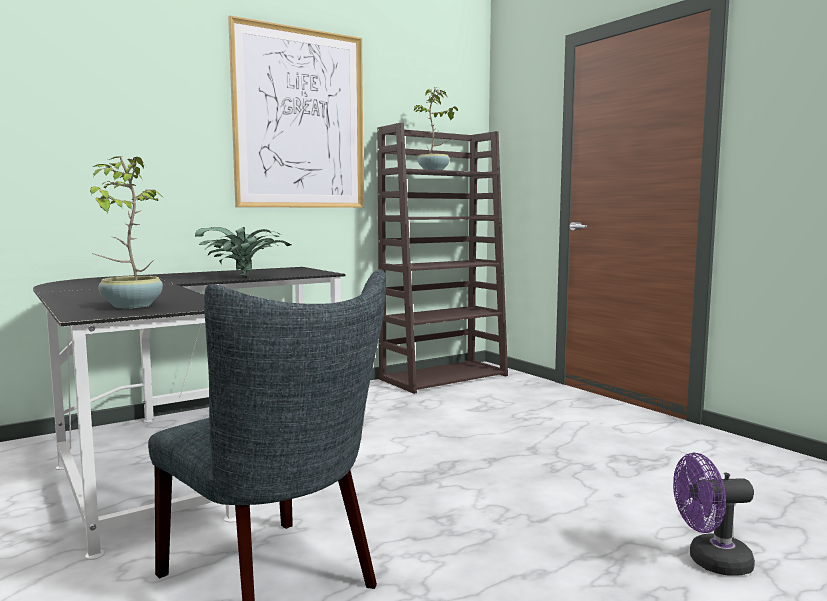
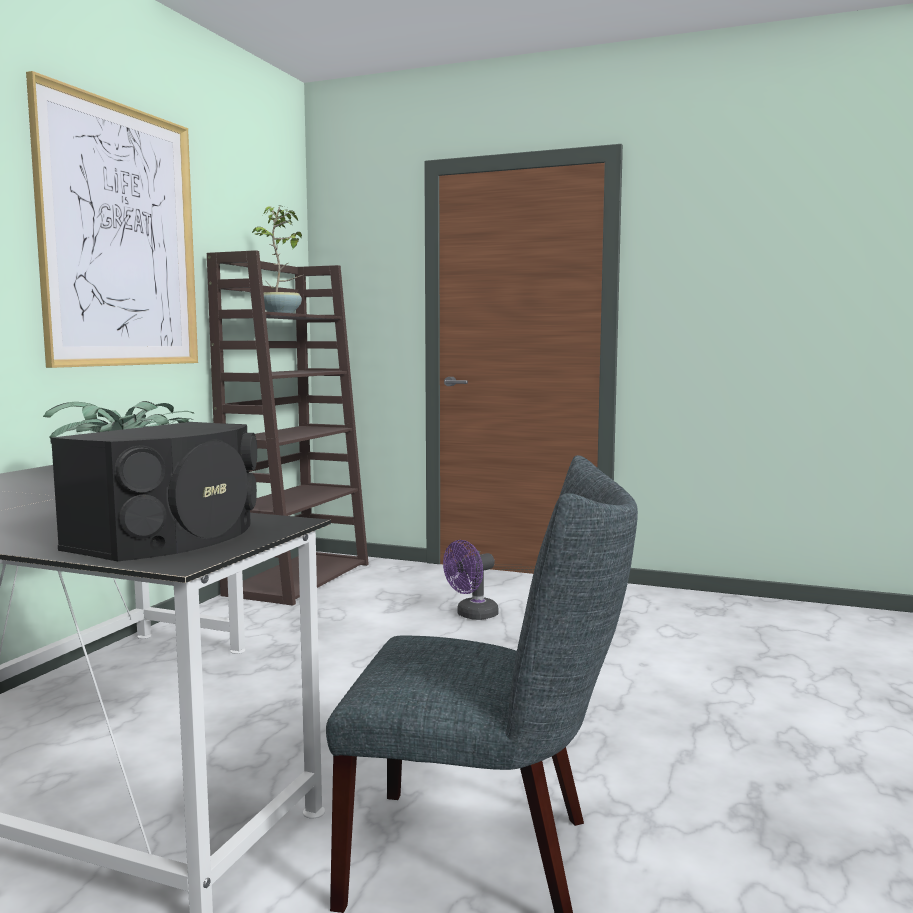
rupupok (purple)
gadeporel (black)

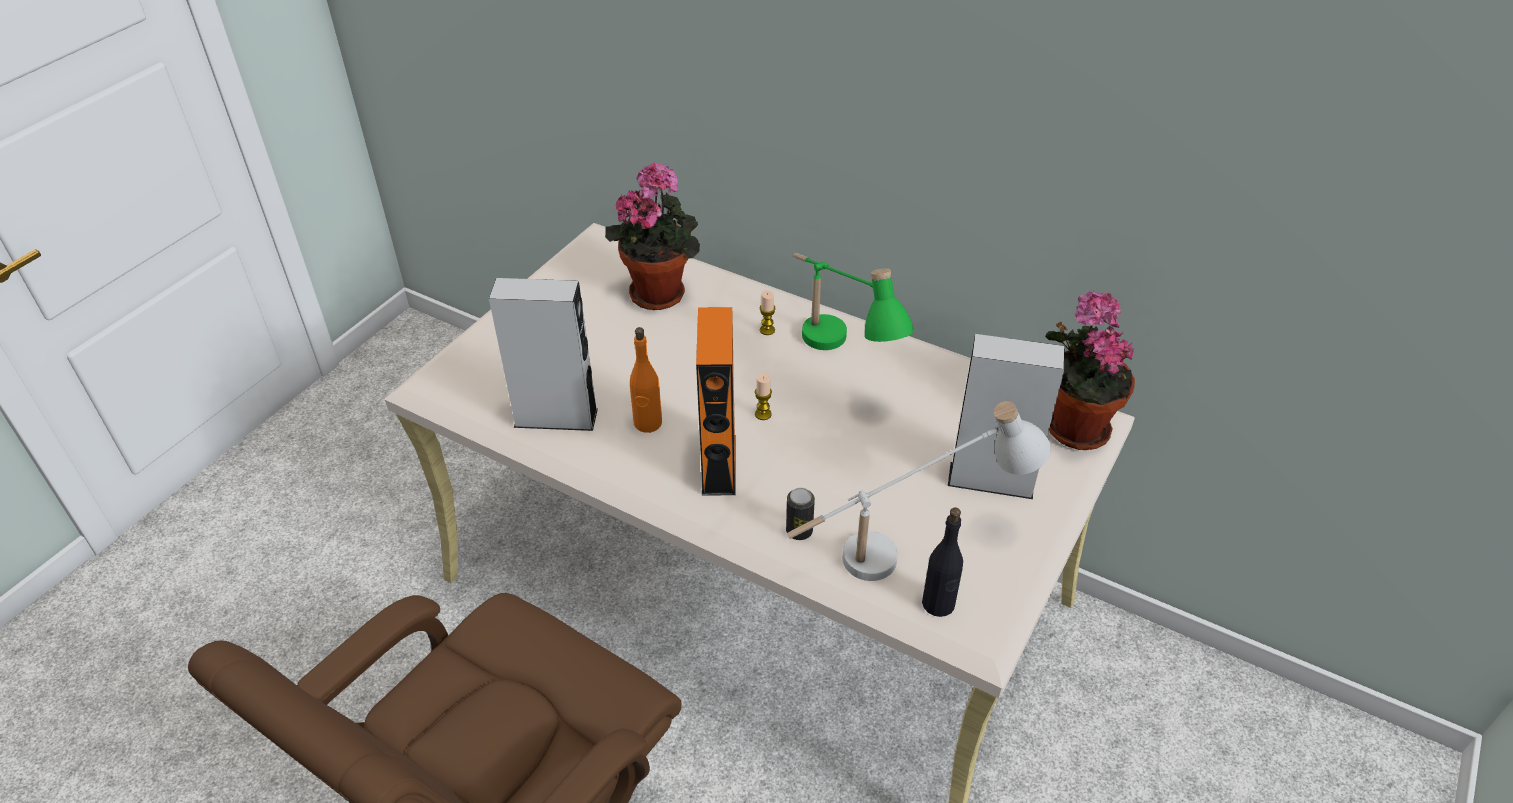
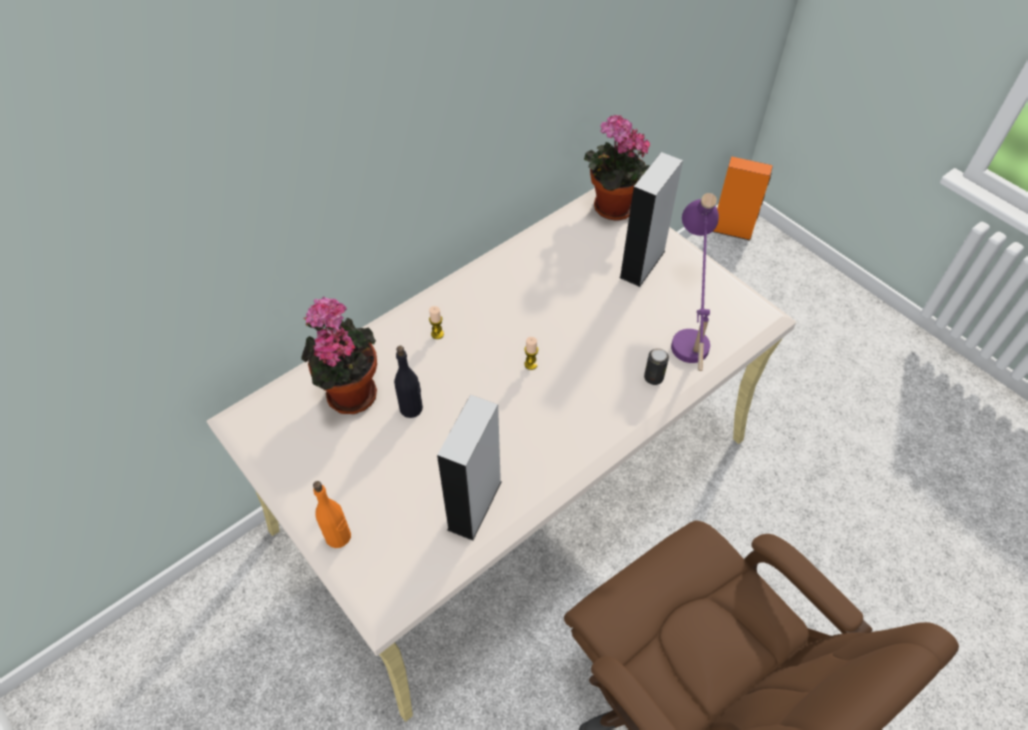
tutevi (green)
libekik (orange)
gadeporel (orange)
libekik (black)
tutevi (purple)

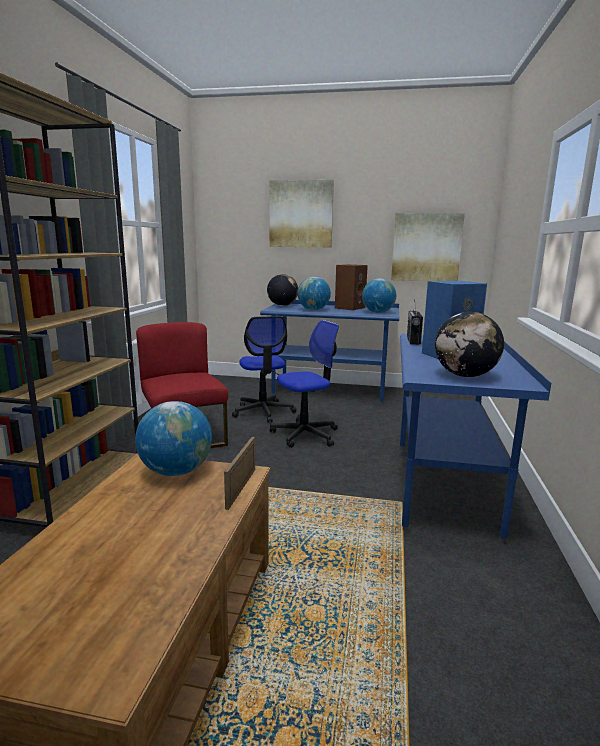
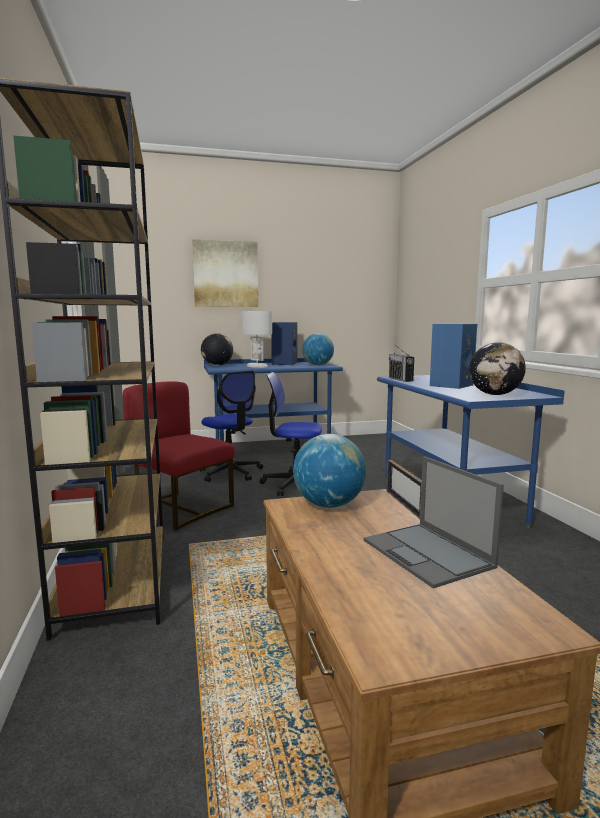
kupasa (2nd from left in the first image)
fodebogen
tutevi (white)
gadeporel (blue) (1st from left)
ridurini (2nd from left)

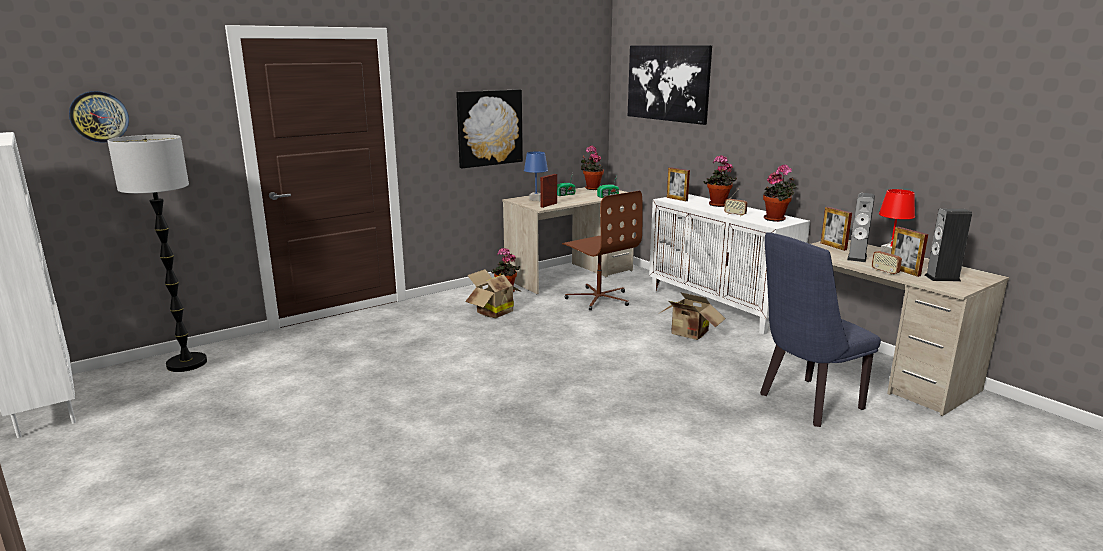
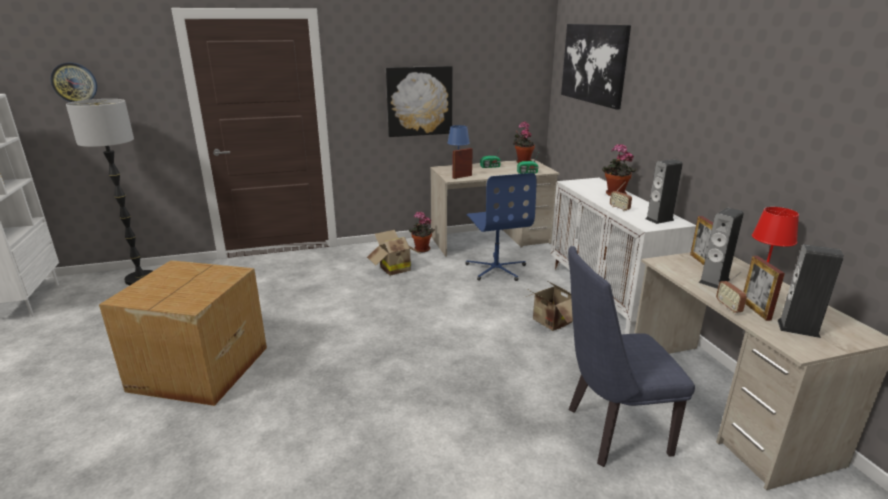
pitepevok (2nd from left in the first image)
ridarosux (1st from left)
gadeporel (1st from left)
ridurini (blue)

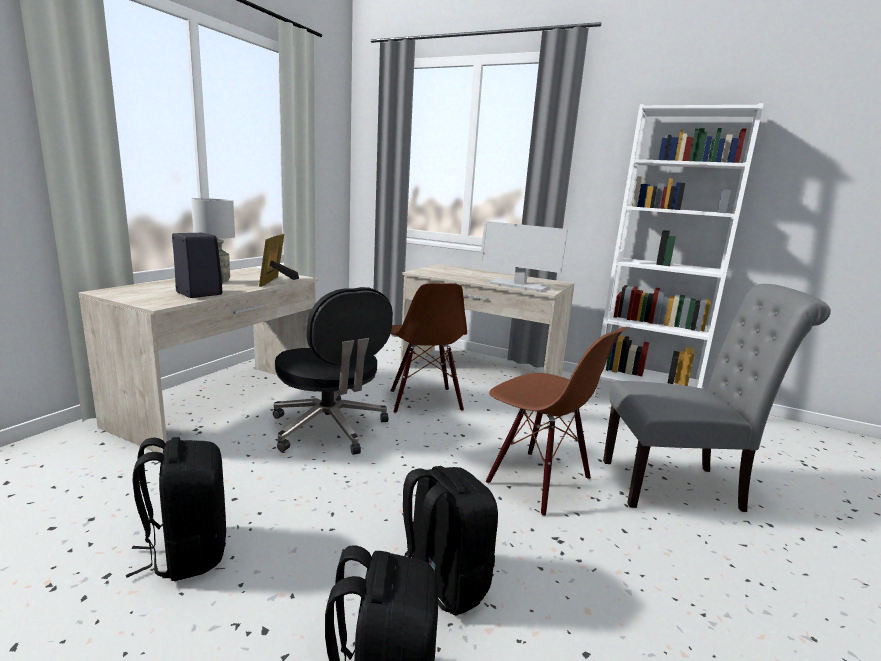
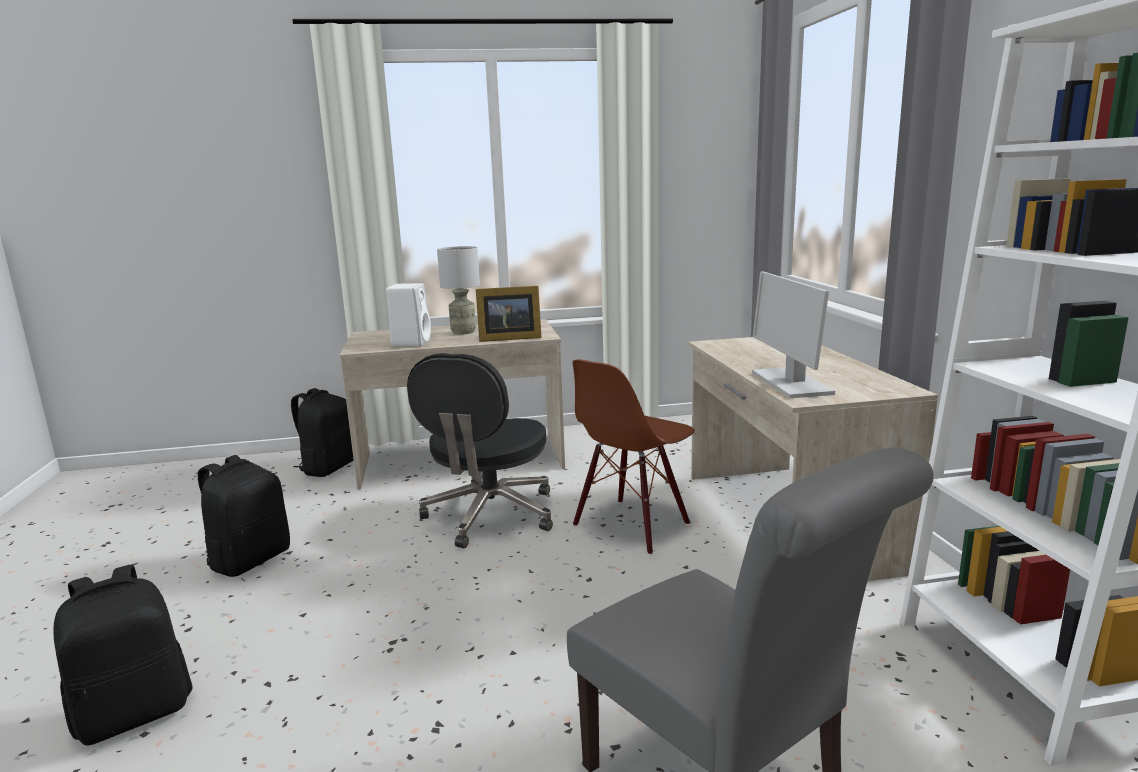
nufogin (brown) (2nd from left in the first image)
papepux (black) (3rd from left)
gadeporel (white)
pitepevok

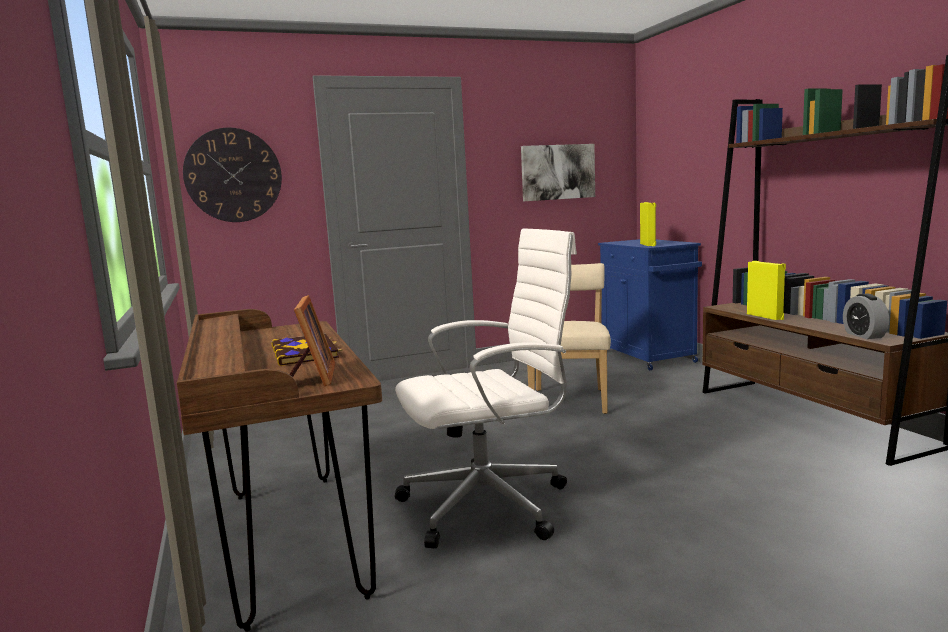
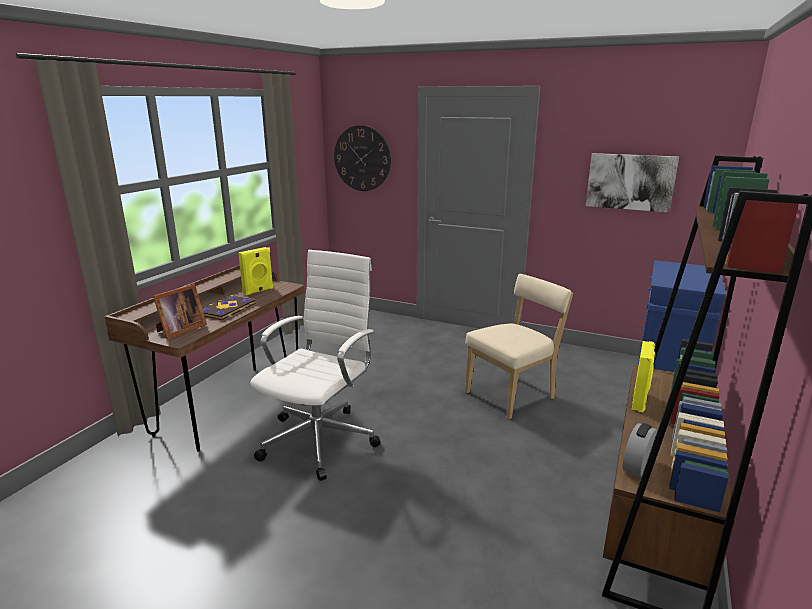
gadeporel (yellow) (1st from left)
ridurini (white)

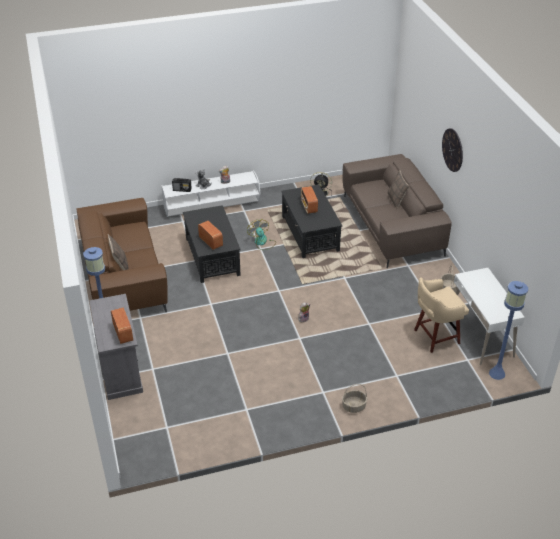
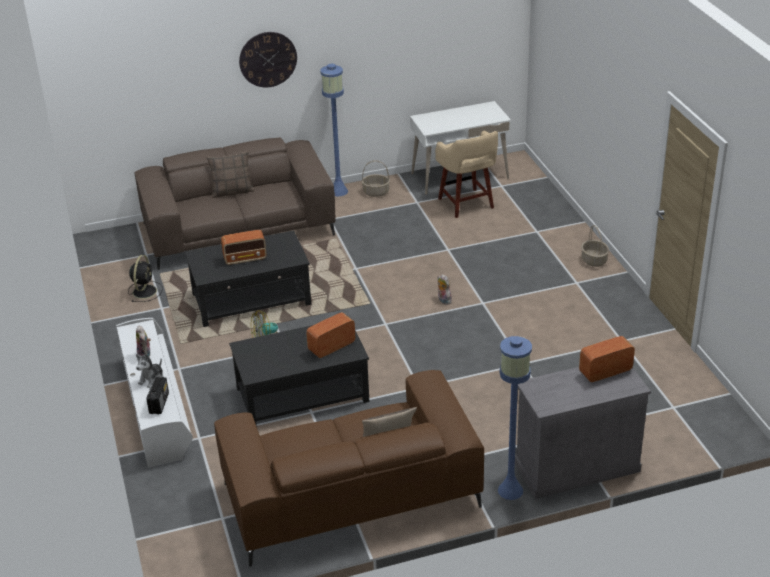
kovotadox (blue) (1st from left)

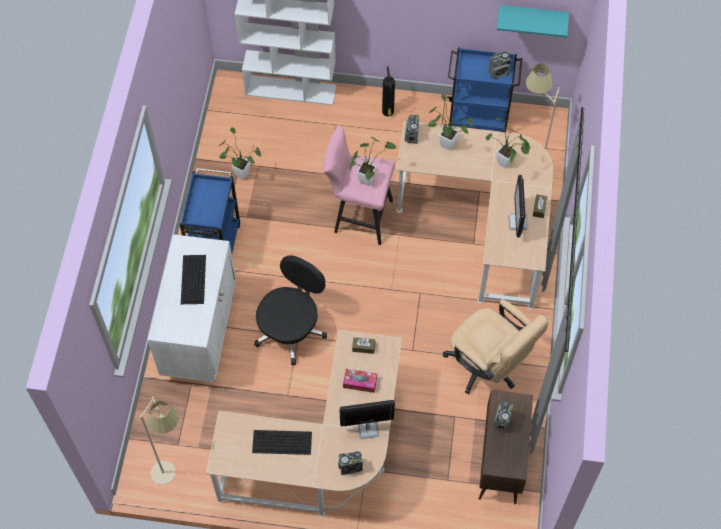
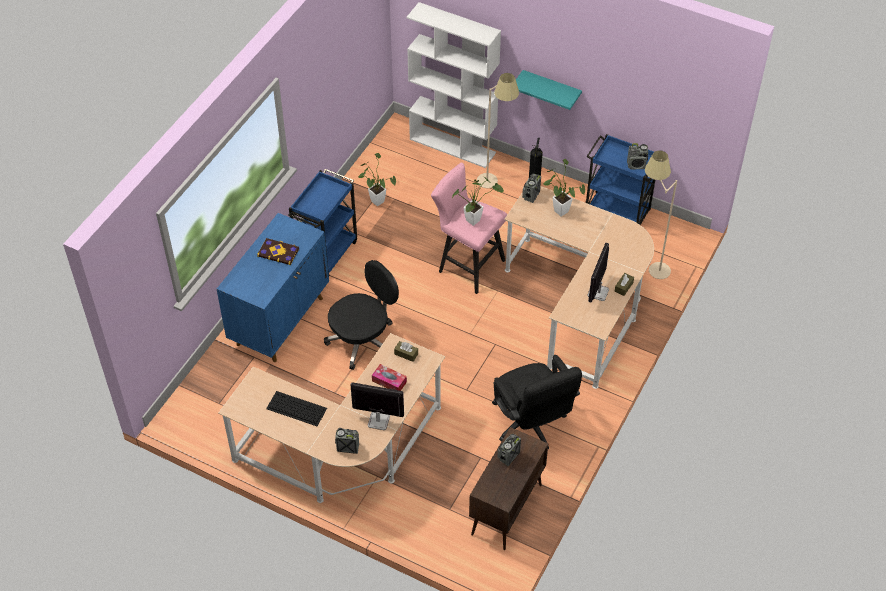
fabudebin (4th from left in the first image)
kovotadox (beige) (1st from left)
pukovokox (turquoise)
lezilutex
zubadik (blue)
ridurini (black) (2nd from left)

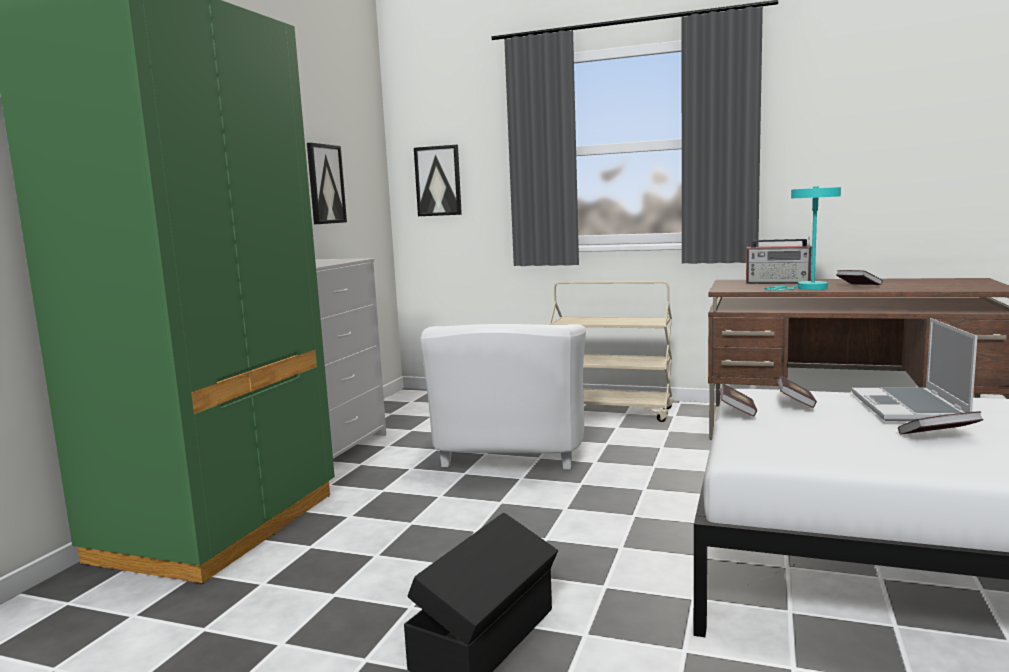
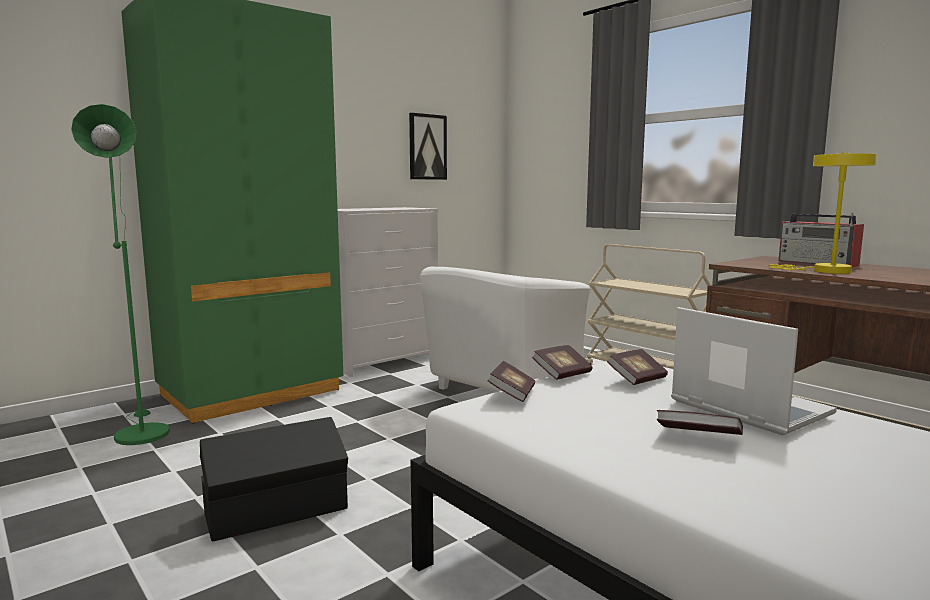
kupasa (2nd from left in the first image)
kovotadox (green)
lezilutex (1st from left)
tutevi (yellow)
fodebogen

